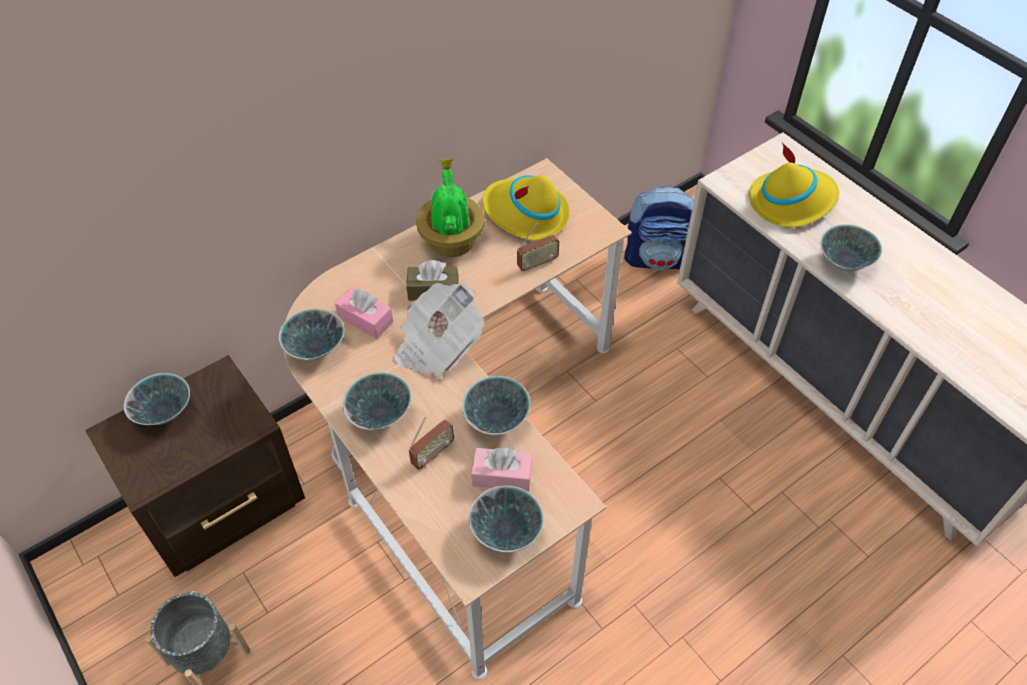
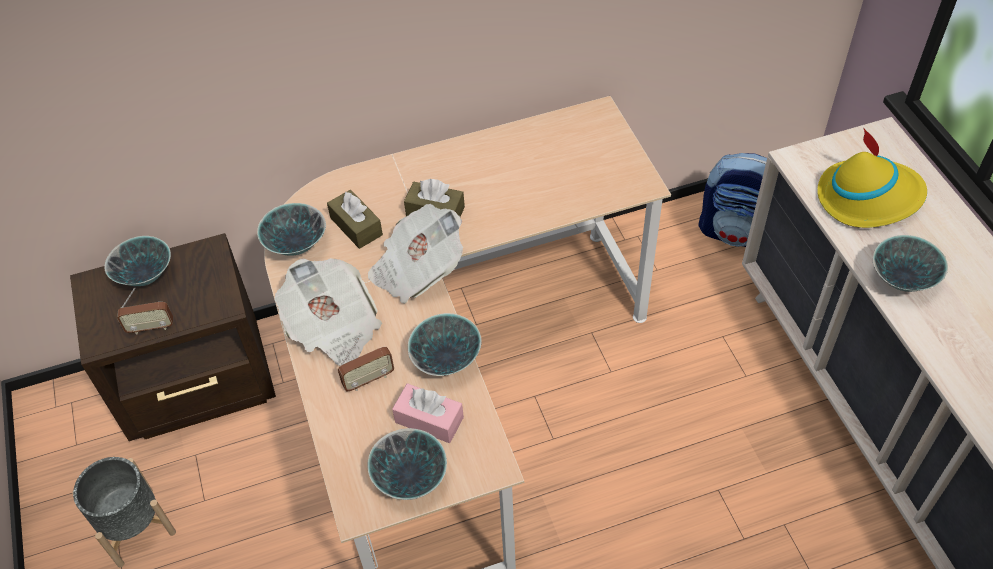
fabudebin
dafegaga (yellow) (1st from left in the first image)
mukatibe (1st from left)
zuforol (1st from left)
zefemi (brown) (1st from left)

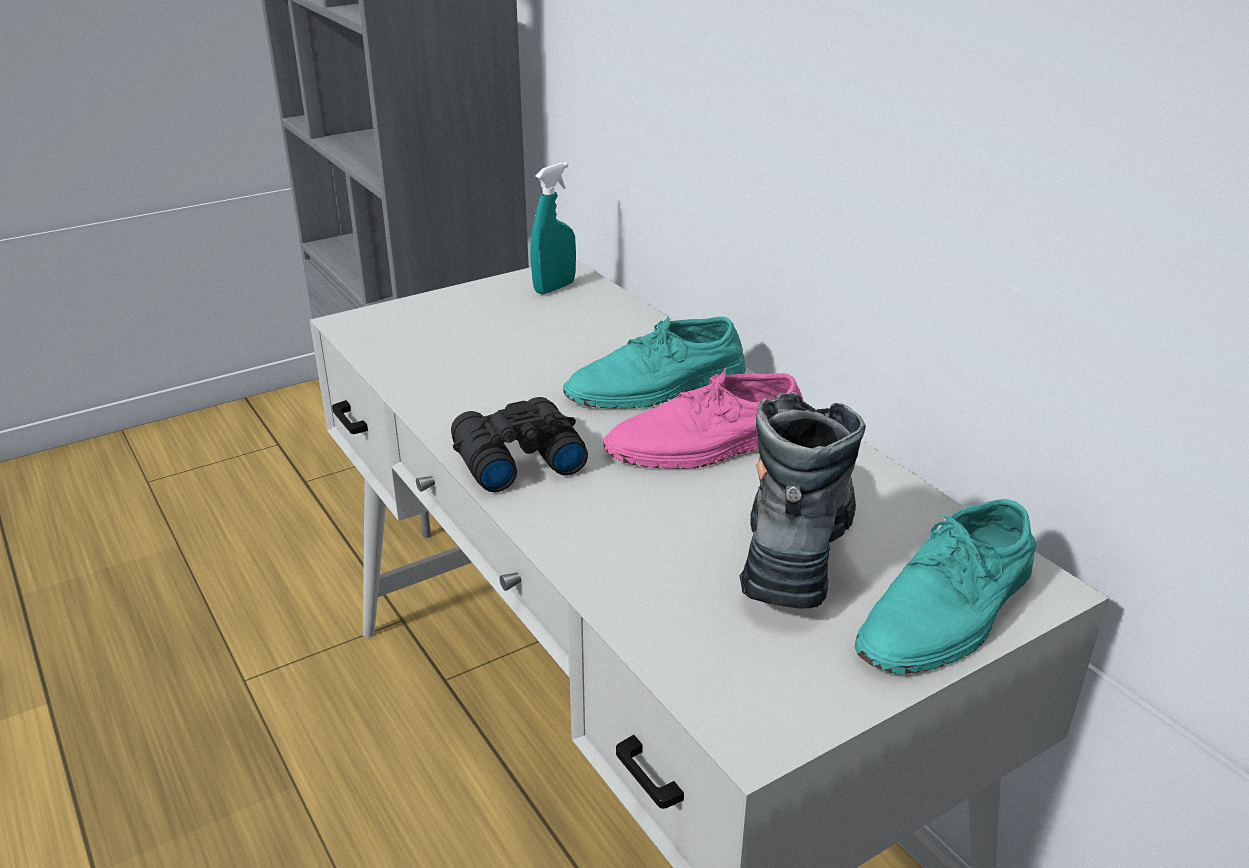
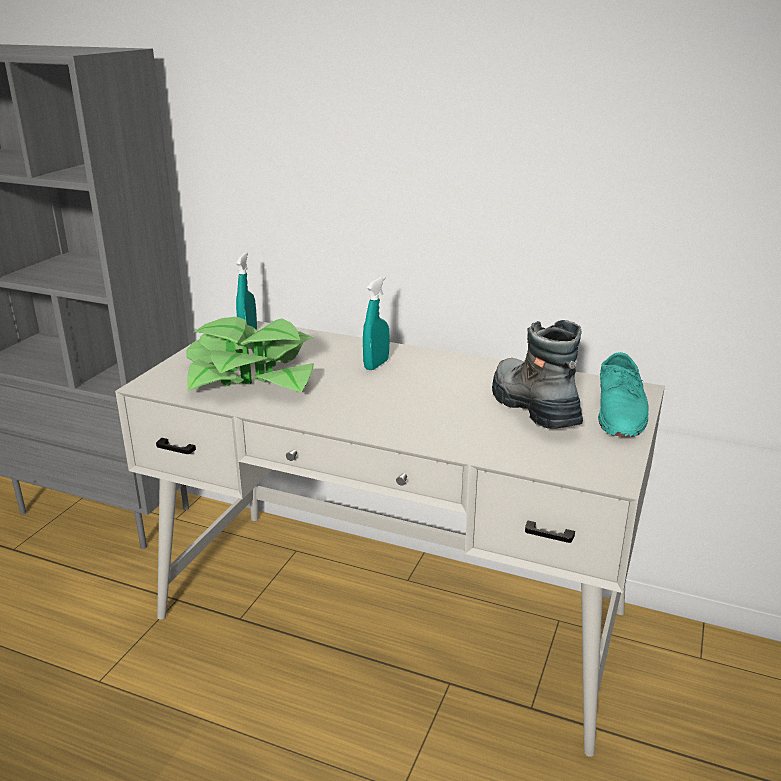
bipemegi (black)
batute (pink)
fabudebin
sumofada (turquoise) (2nd from left)

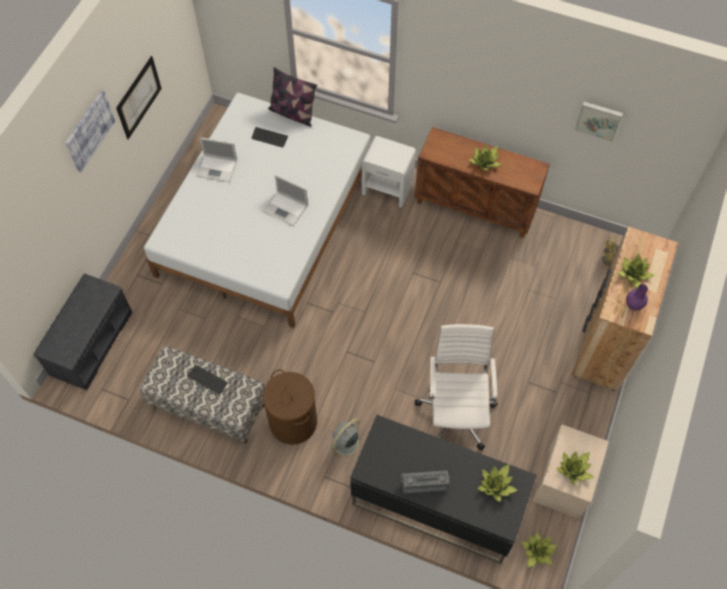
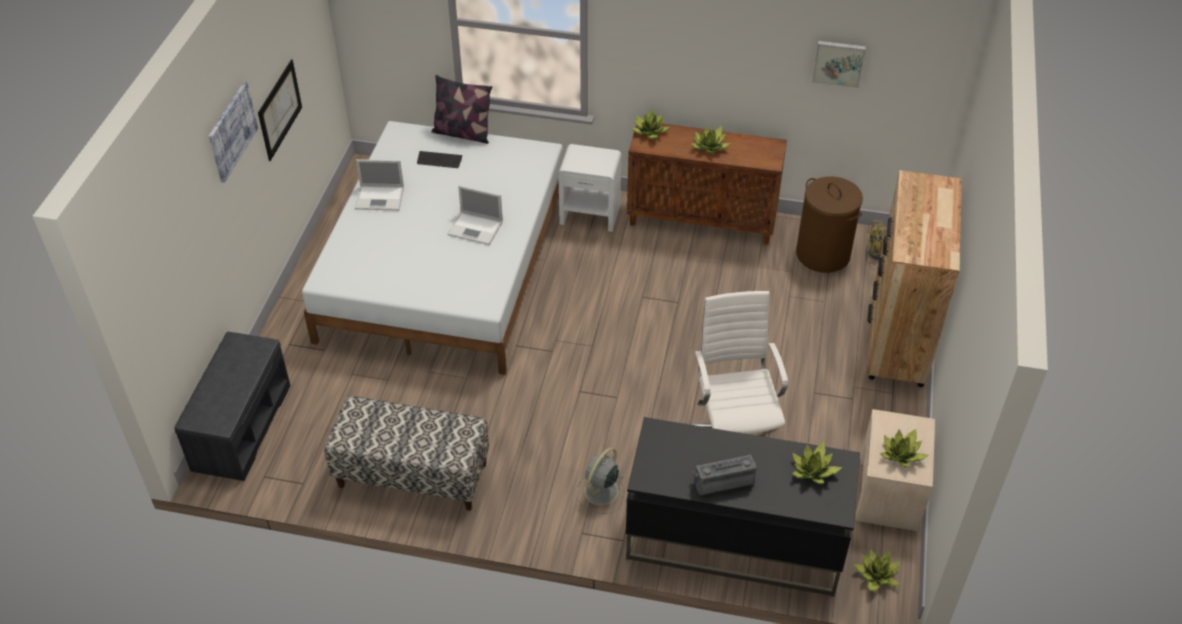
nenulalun (1st from left in the first image)
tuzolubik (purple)
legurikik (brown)
fabudebin (1st from left)

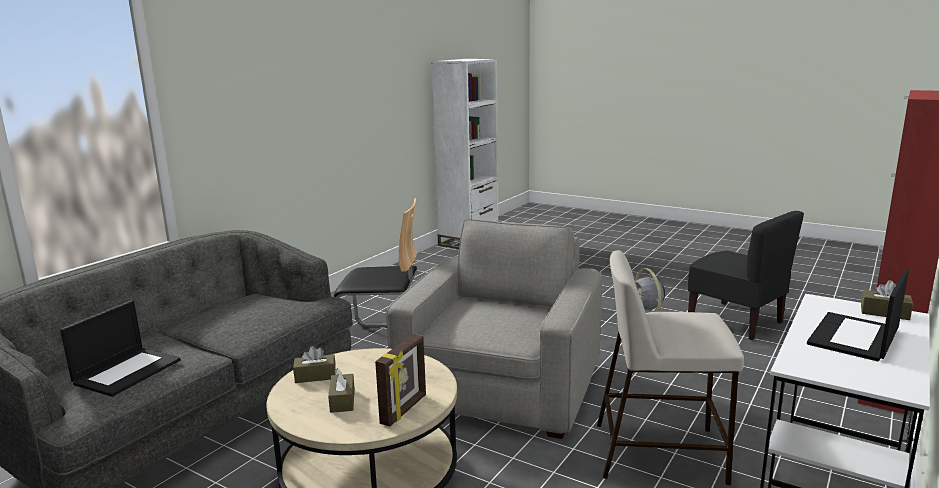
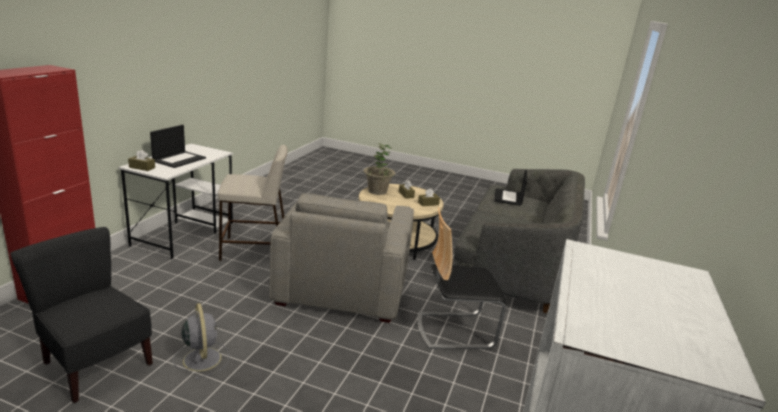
fabudebin

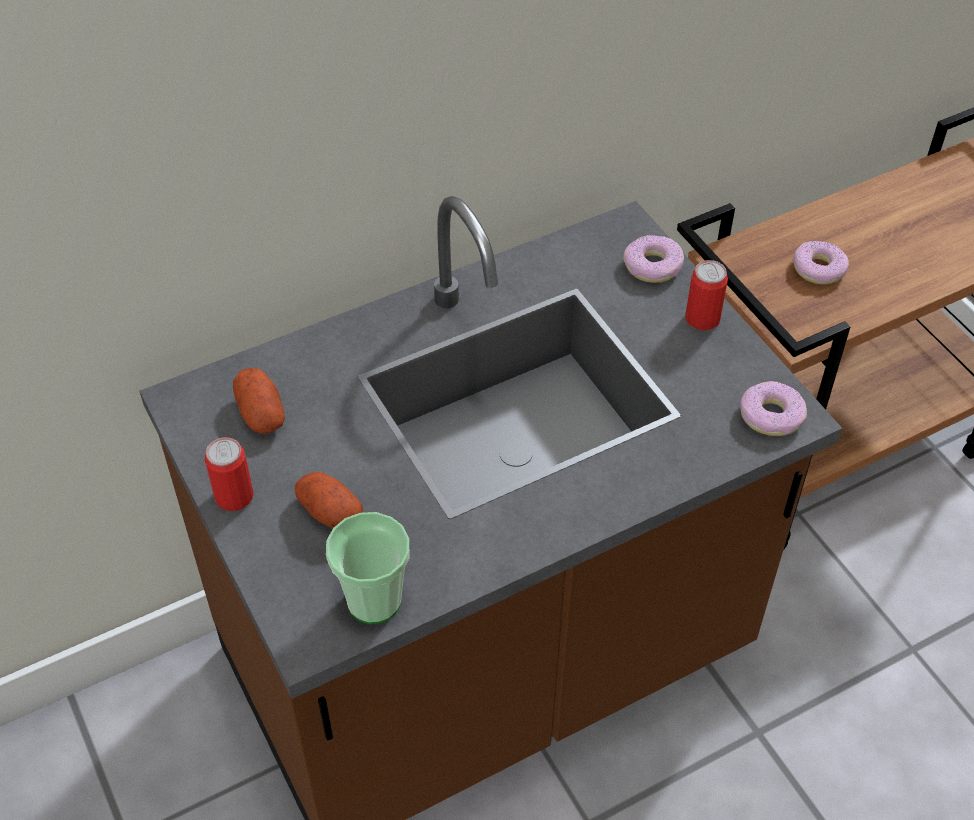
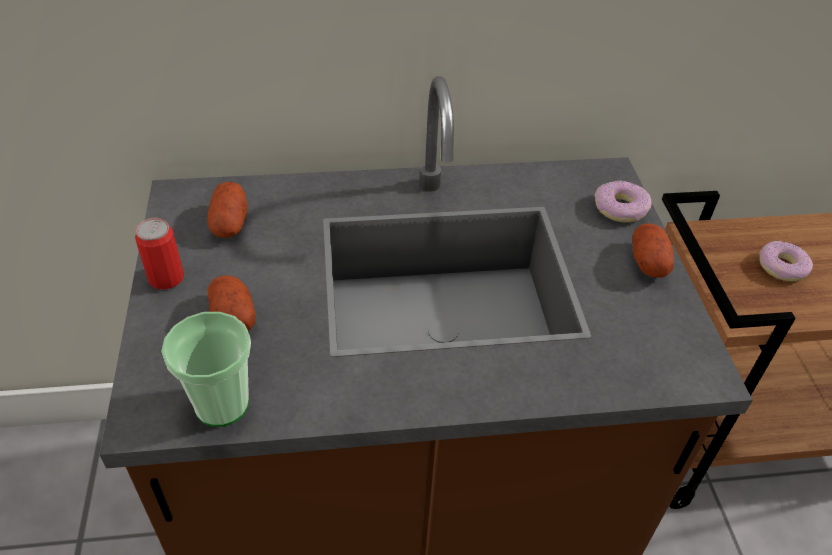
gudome (2nd from left in the first image)
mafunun (3rd from left)

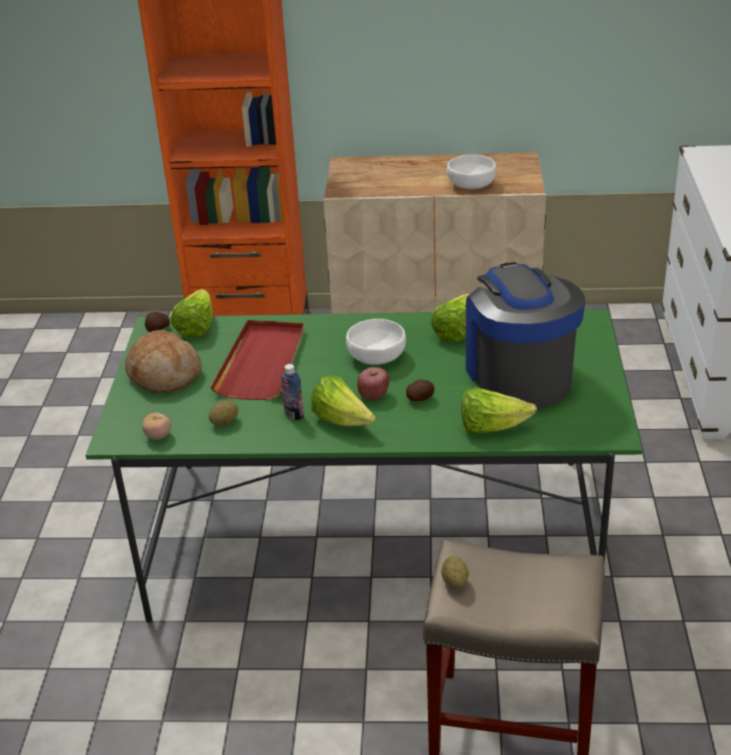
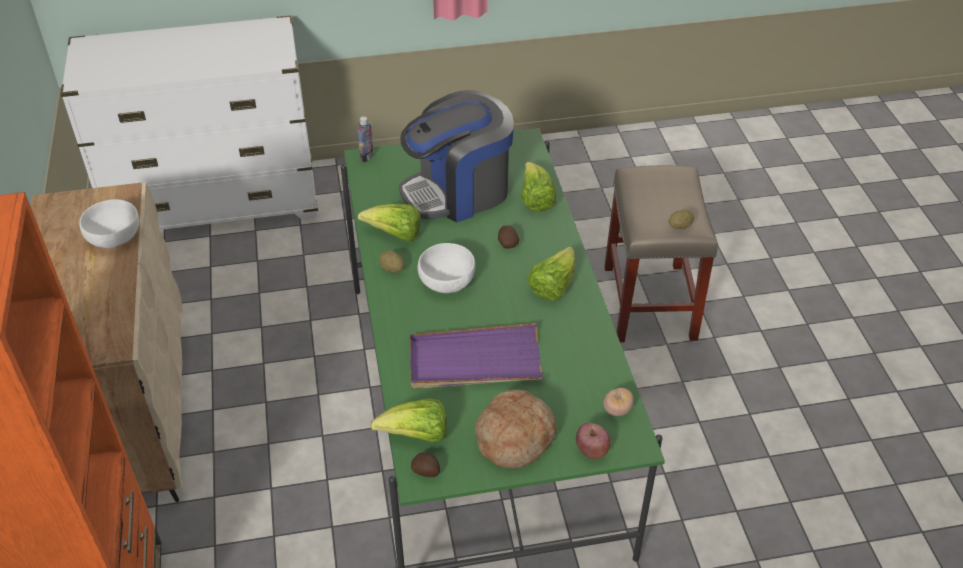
mafunun (1st from left)
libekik
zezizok
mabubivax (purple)

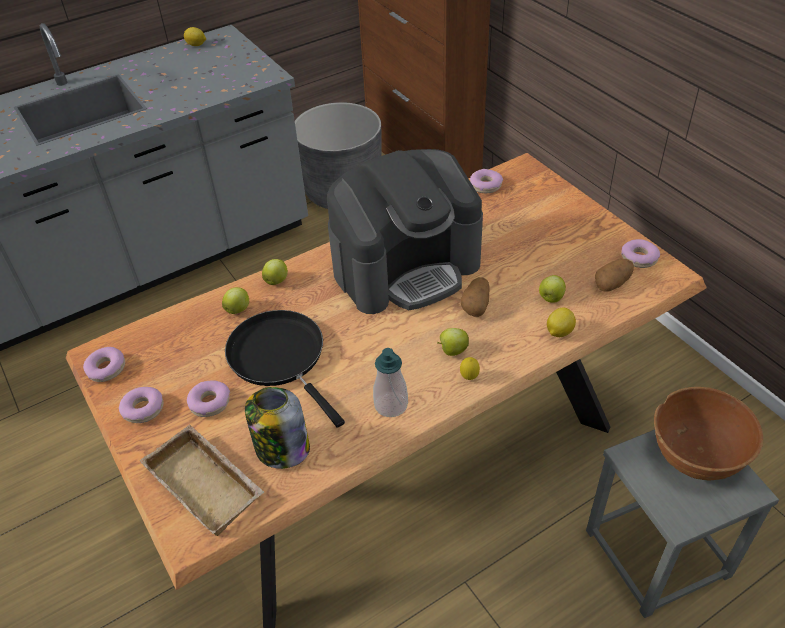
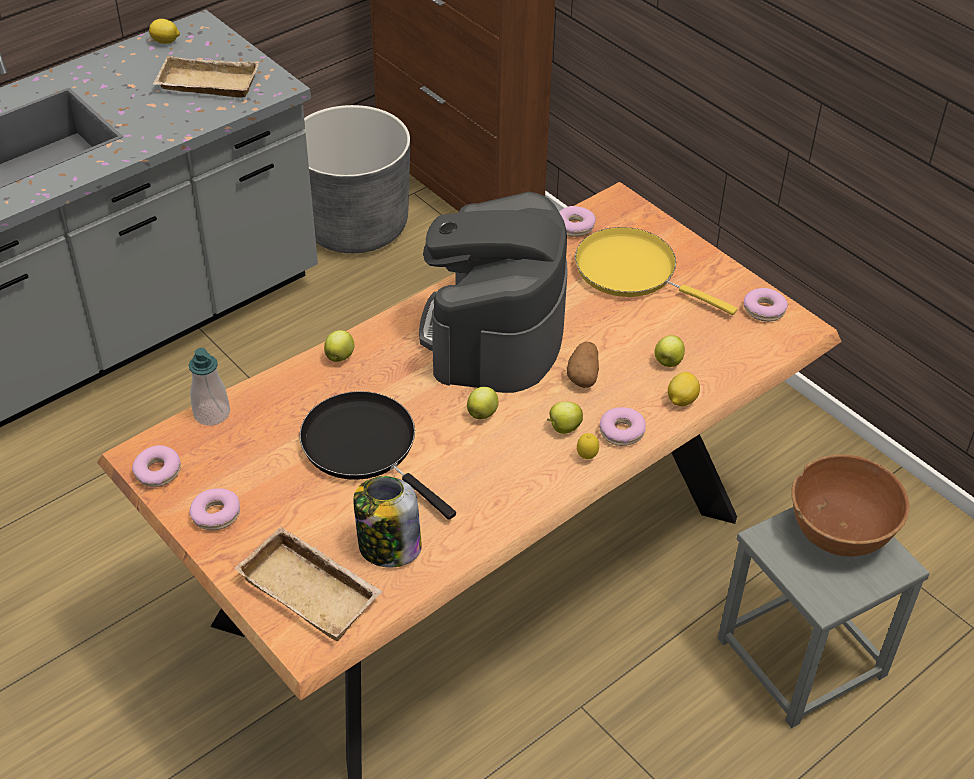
mafunun (2nd from left in the first image)
mabubivax (beige) (1st from left)
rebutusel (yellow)
gudome (4th from left)
zezizok (2nd from left)
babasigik
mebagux

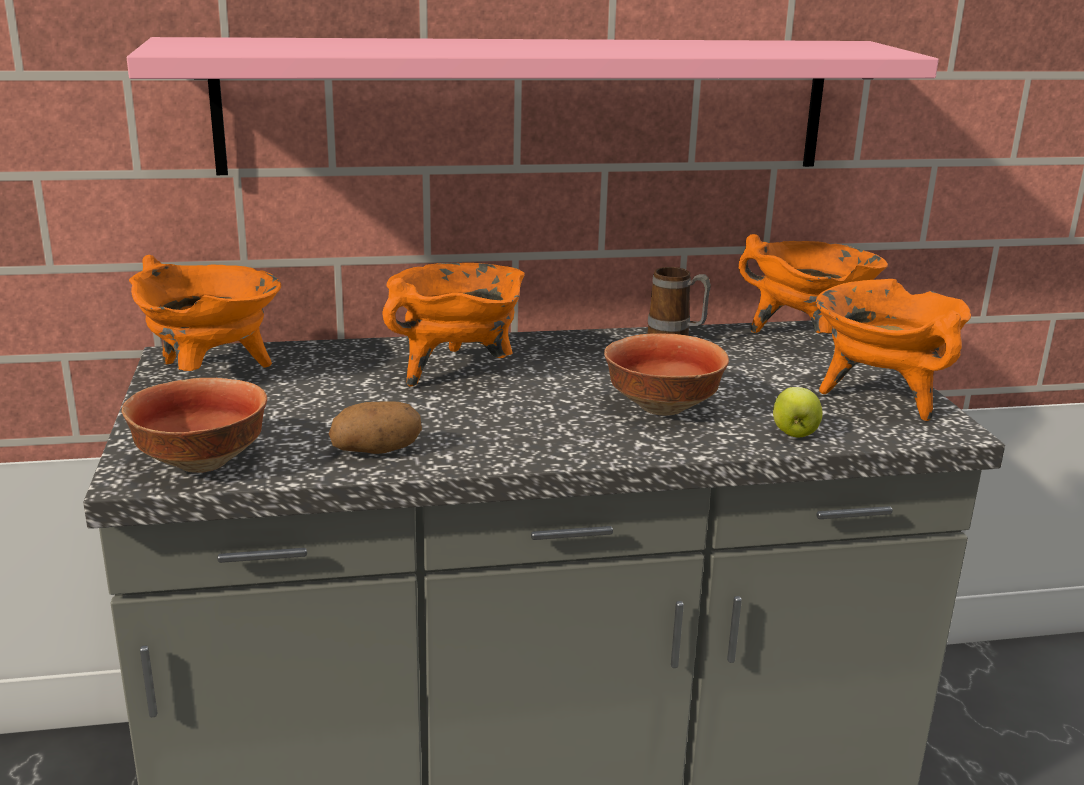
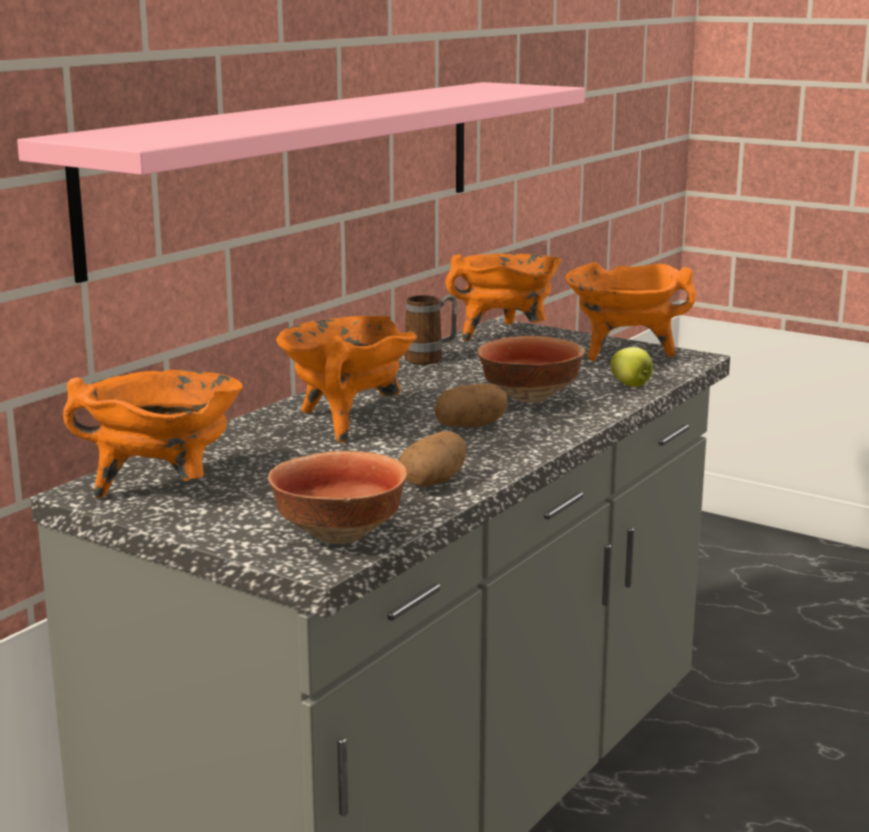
mafunun (2nd from left)

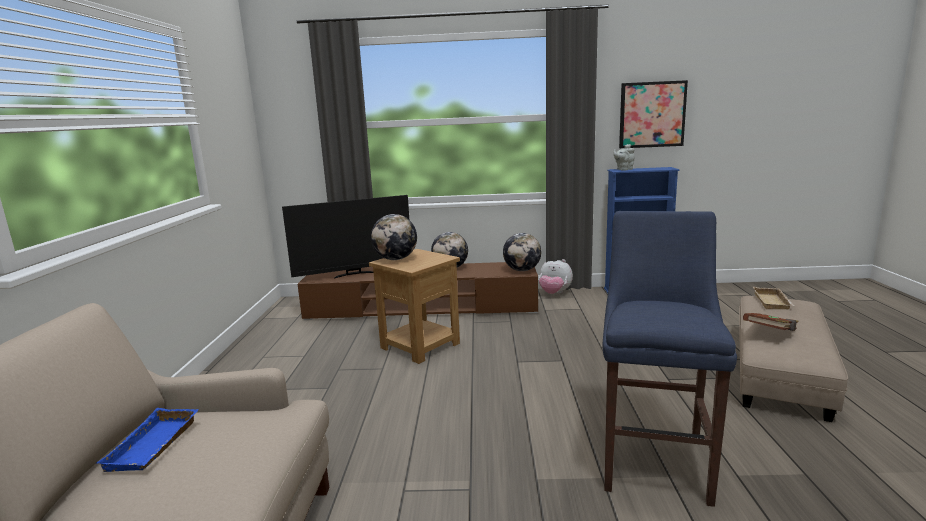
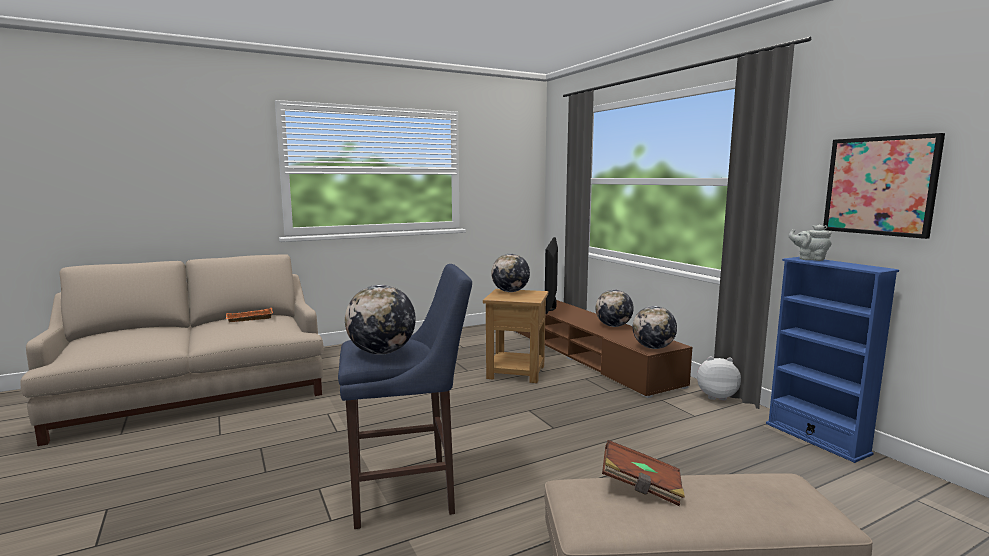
mabubivax (beige)
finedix (1st from left)
mabubivax (orange)
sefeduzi
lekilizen

